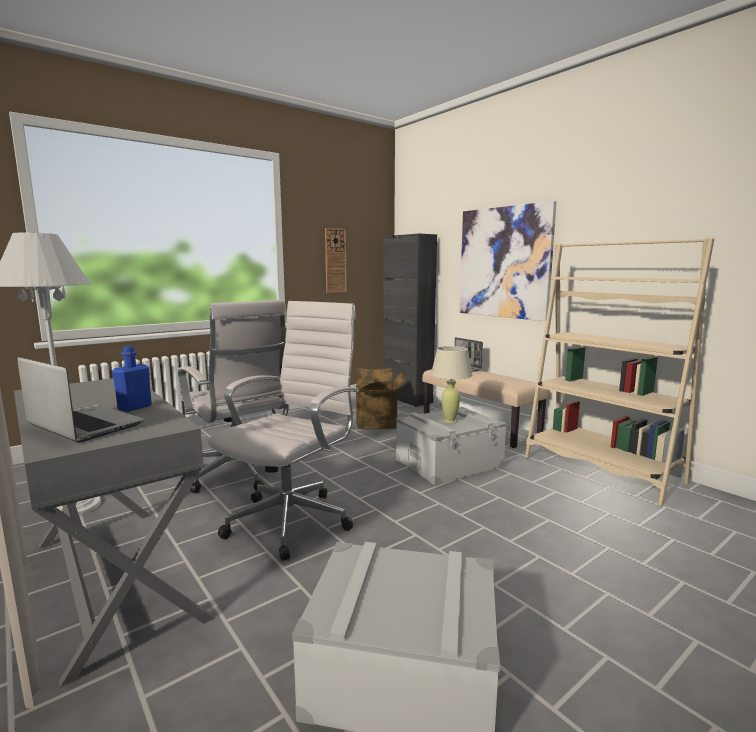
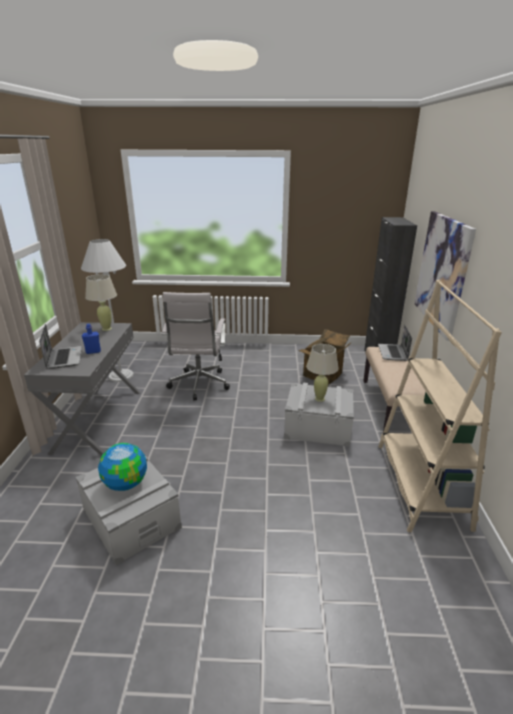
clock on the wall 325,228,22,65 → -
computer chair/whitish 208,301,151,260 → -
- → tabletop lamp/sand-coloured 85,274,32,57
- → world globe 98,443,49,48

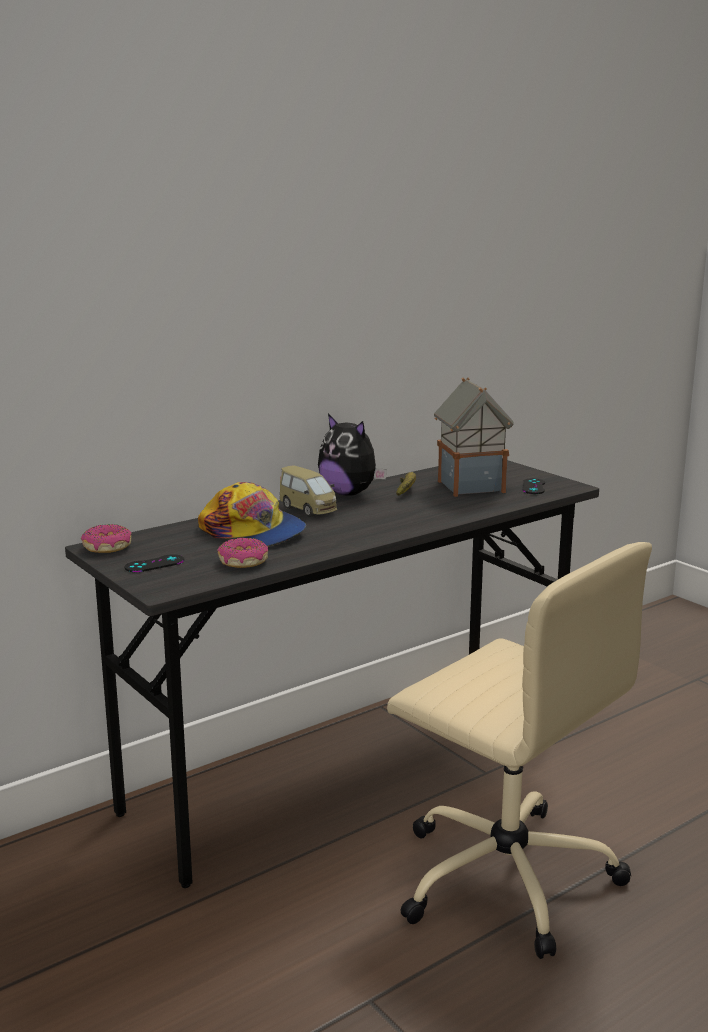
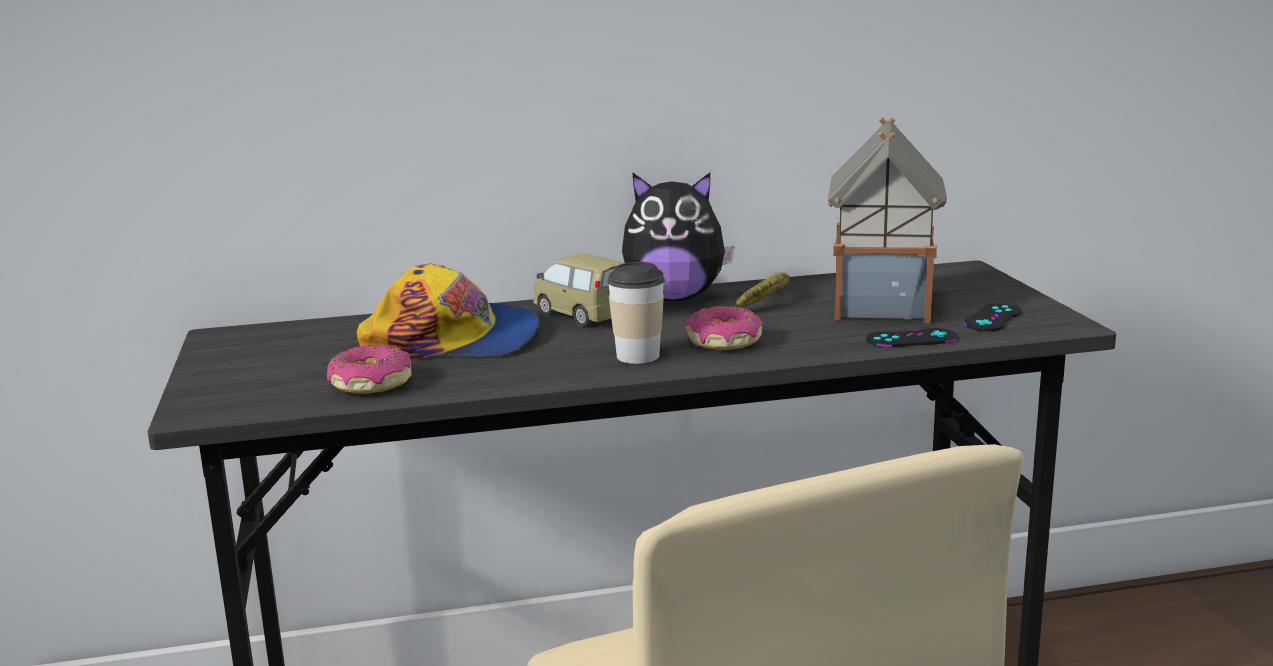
plush toy 318,414,69,82 → plush toy 622,172,113,129, 60 degrees counterclockwise
miniature car 280,466,57,51 → miniature car 533,254,90,73, 150 degrees clockwise
baseball cap 198,482,108,64 → baseball cap 357,264,182,96, 60 degrees counterclockwise
doughnut 81,524,50,29 → doughnut 685,306,78,44, moved
gamepad/black-coloured 125,554,59,18 → gamepad/black-coloured 866,328,92,19, moved
- → cup 607,262,58,102

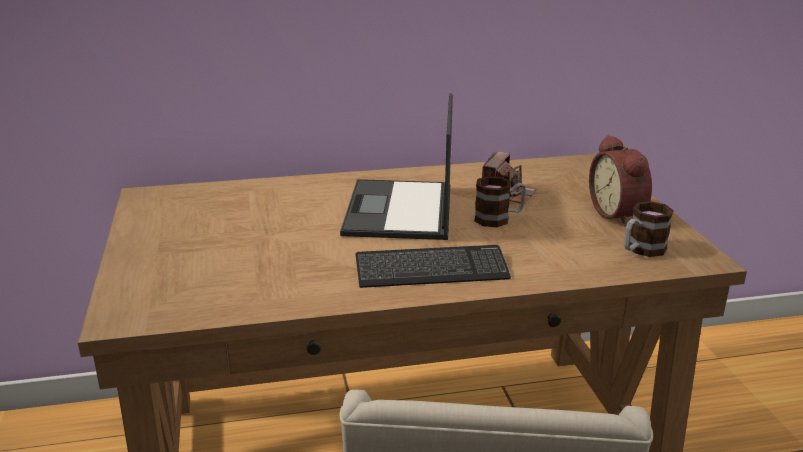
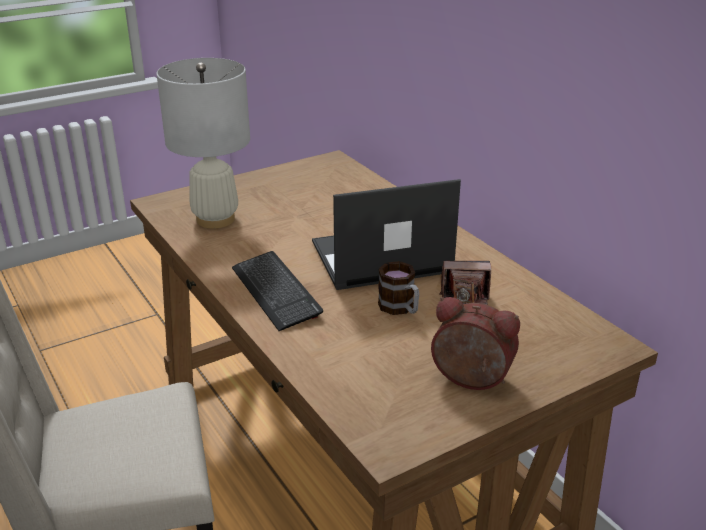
table clock 589,135,63,91 → table clock 431,297,89,93, 60 degrees clockwise
mug 624,201,50,56 → -
- → tabletop lamp/whitish 156,58,94,171

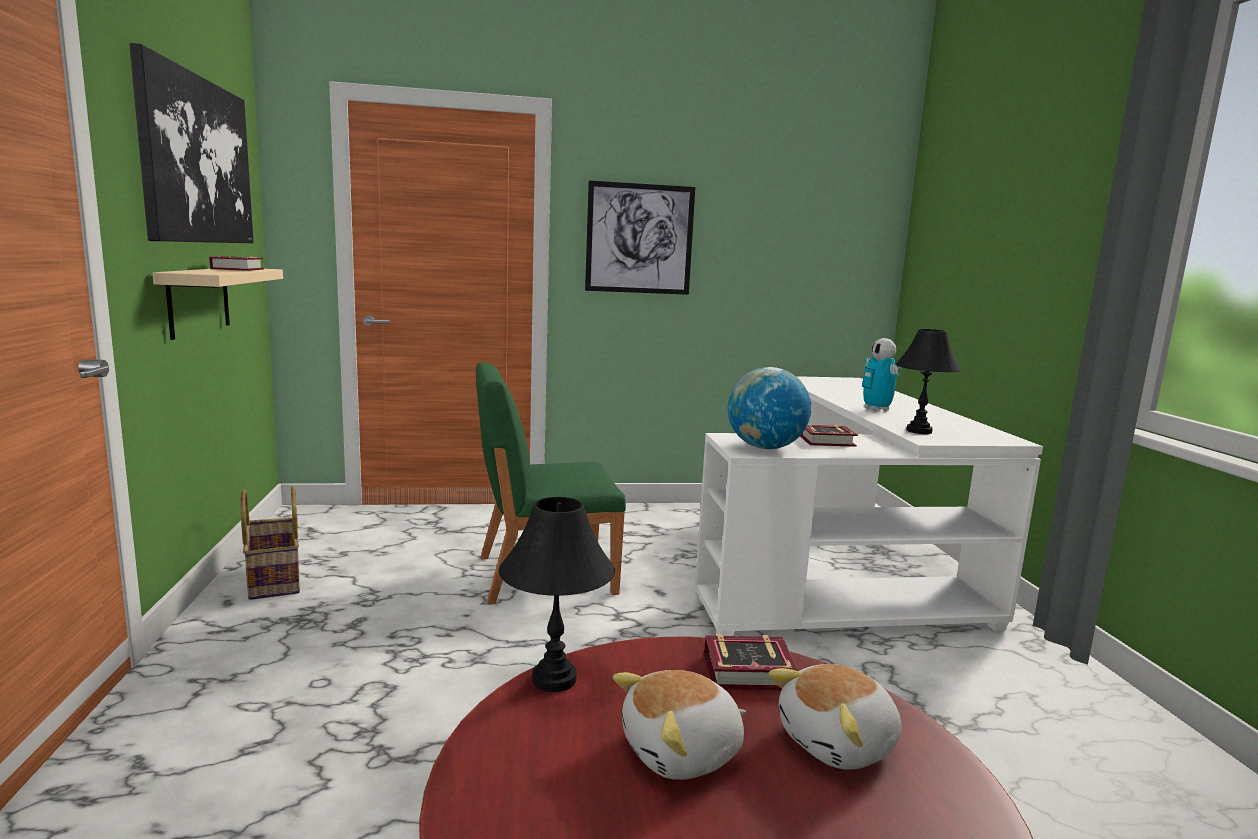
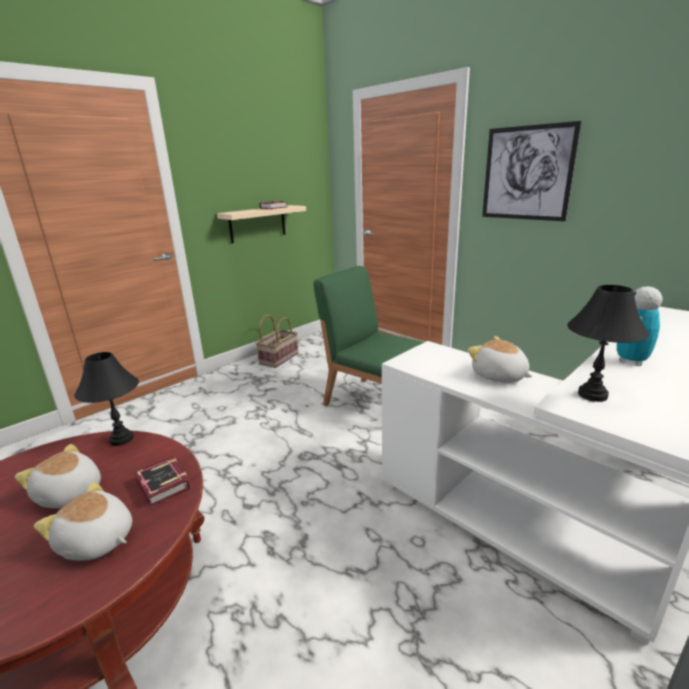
wall art 129,43,125,200 → -
world globe 727,367,84,82 → -
volume 800,424,58,23 → plush toy 467,336,65,47

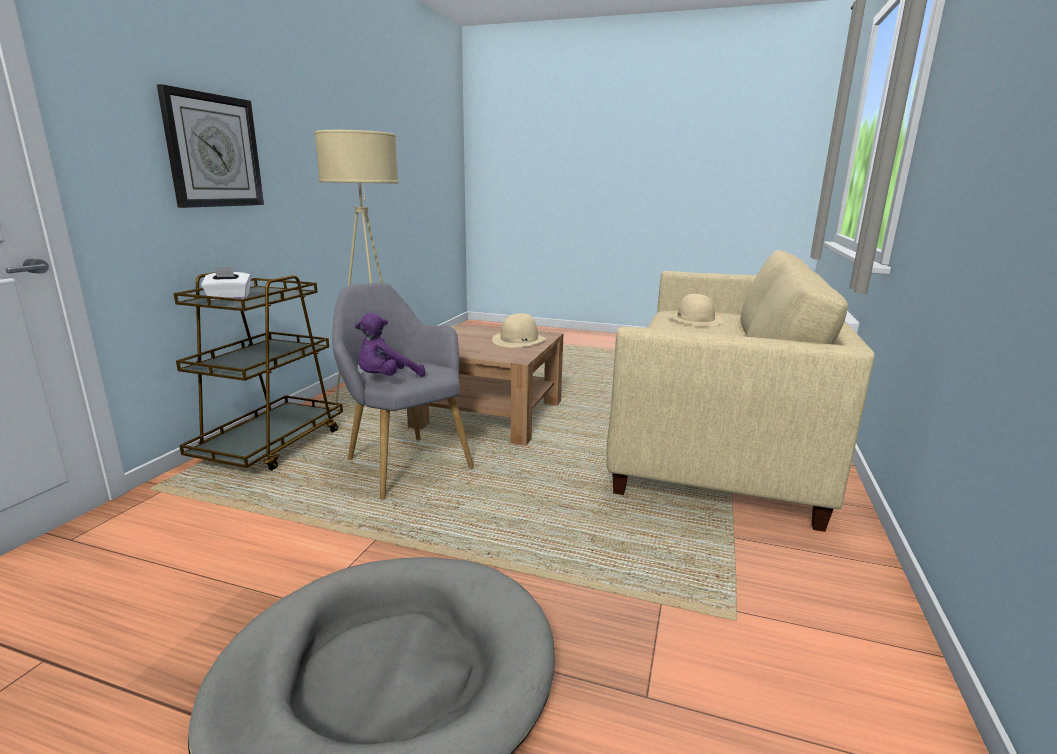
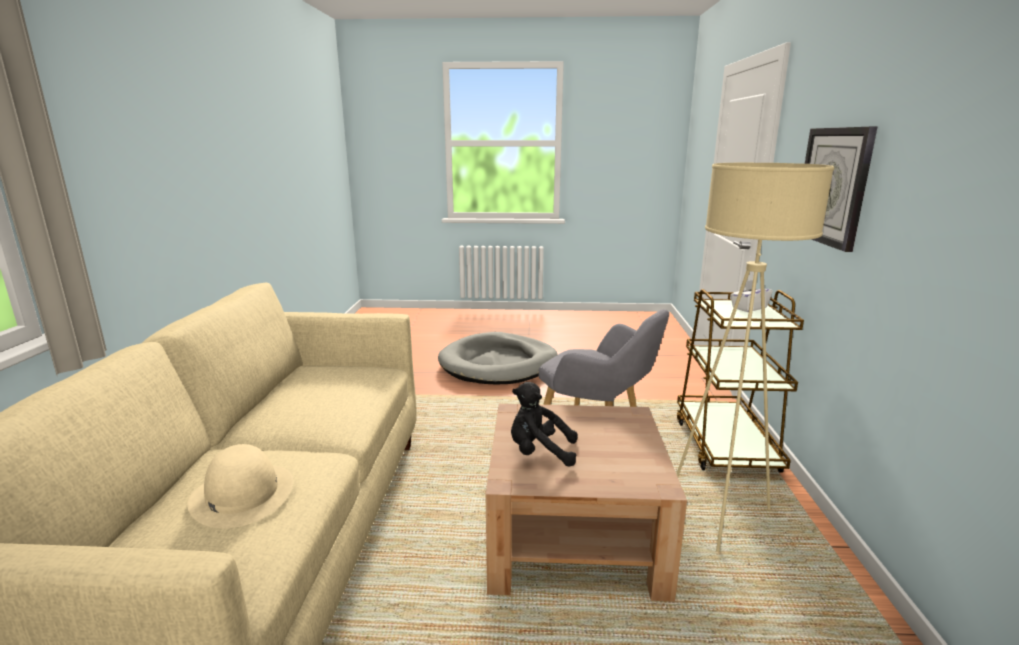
plush toy/purple 355,313,71,64 → -
hat/sand-coloured 492,313,54,35 → plush toy/black-coloured 511,382,66,85

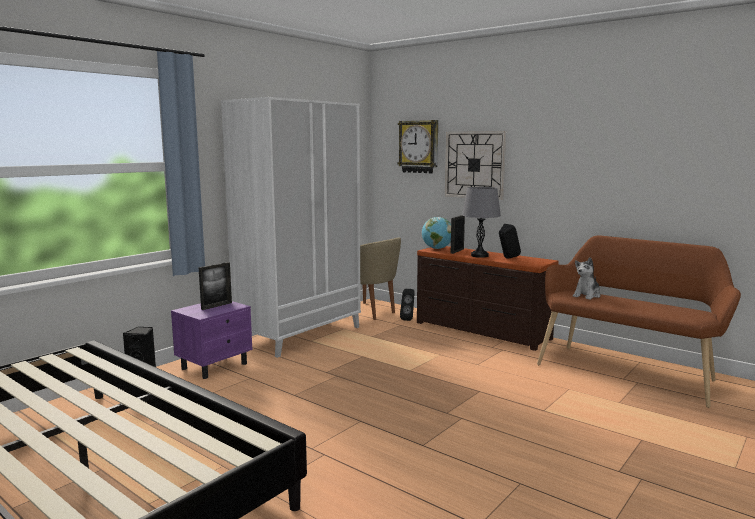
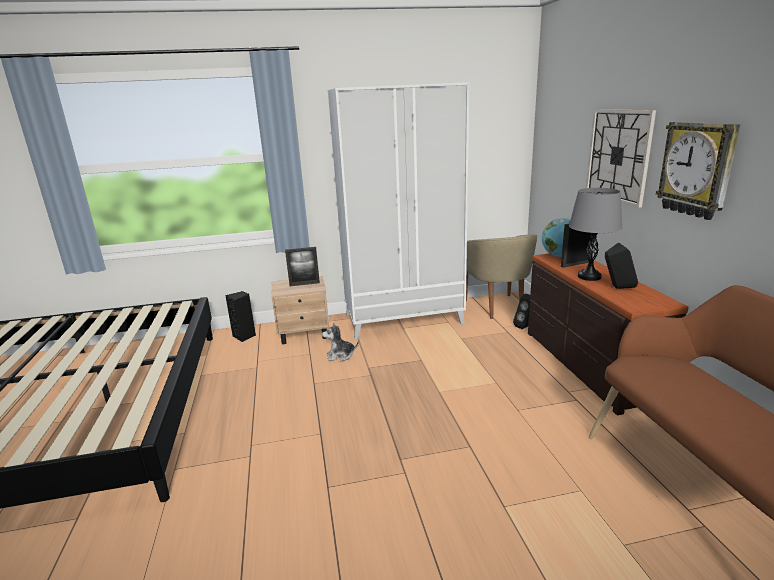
clock on the wall 398,120,40,53 → clock on the wall 656,122,84,98, moved
plush toy 573,257,28,43 → plush toy 322,322,37,39, moved
nightstand/purple 171,301,82,78 → nightstand/sand-coloured 271,276,59,68

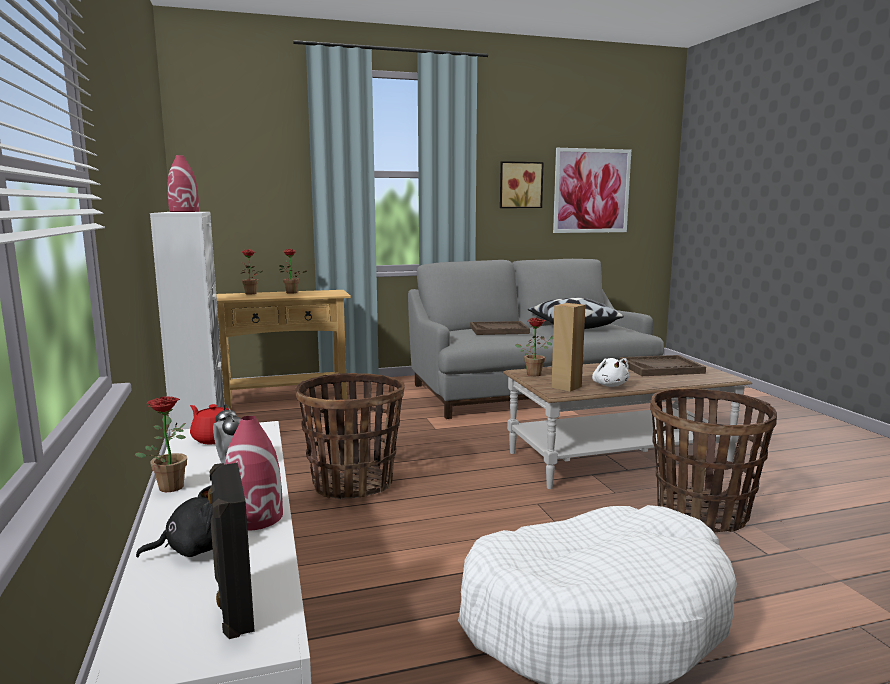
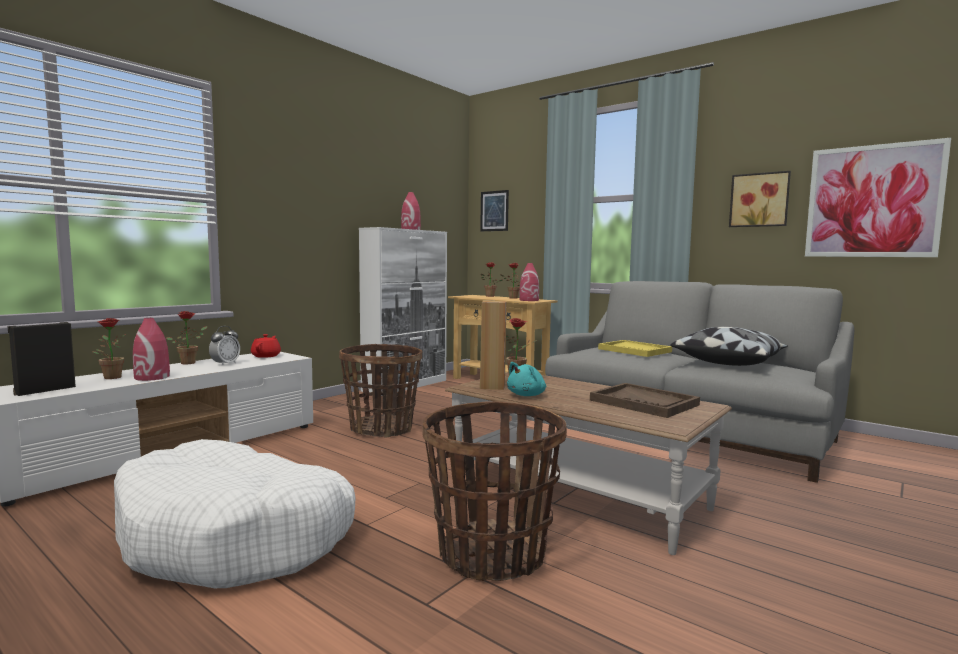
tray/brown 470,321,60,14 → tray/yellow 598,340,74,17
plush toy/whitish 592,358,37,29 → plush toy/turquoise 507,362,39,34
plush toy/black-coloured 136,485,77,72 → potted plant 92,318,33,61
- → wall art 480,190,29,41
- → vase/red 519,263,20,38

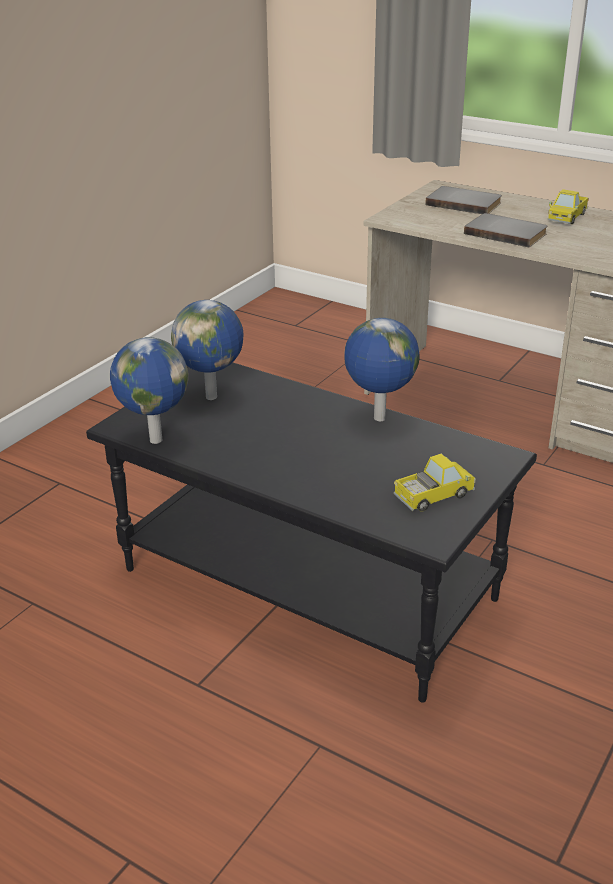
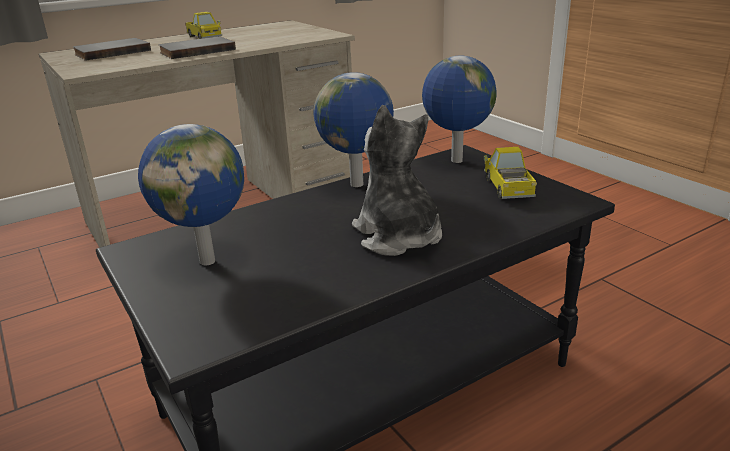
world globe 110,337,79,107 → world globe 422,55,75,108, moved
- → plush toy 352,105,90,151

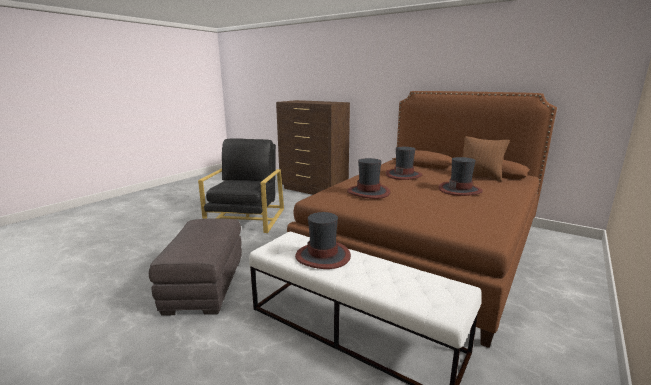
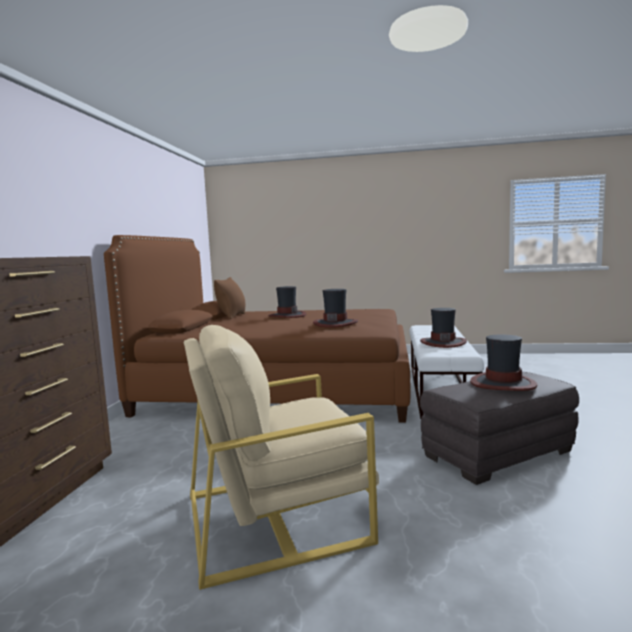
lounge chair/black-coloured 198,138,86,95 → lounge chair/sand-coloured 184,325,195,265
hat 386,147,36,33 → hat 470,335,68,56, moved

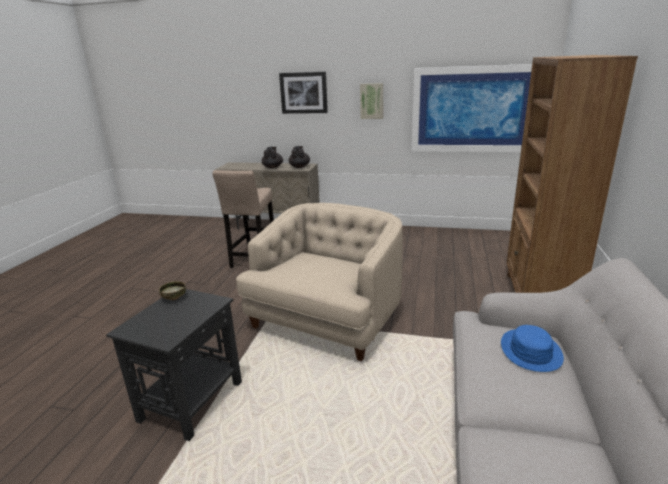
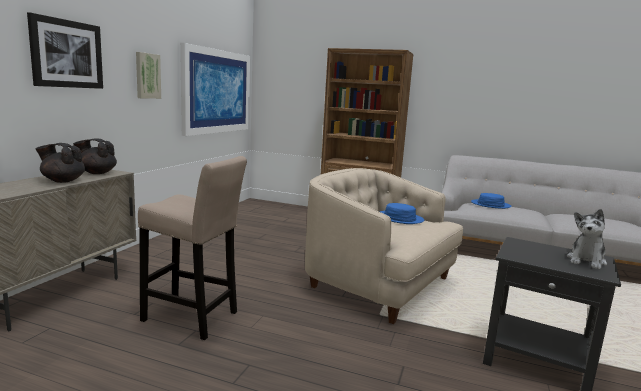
bowl 159,281,27,19 → -
- → hat/bluish 380,203,44,21
- → plush toy 567,209,40,60

